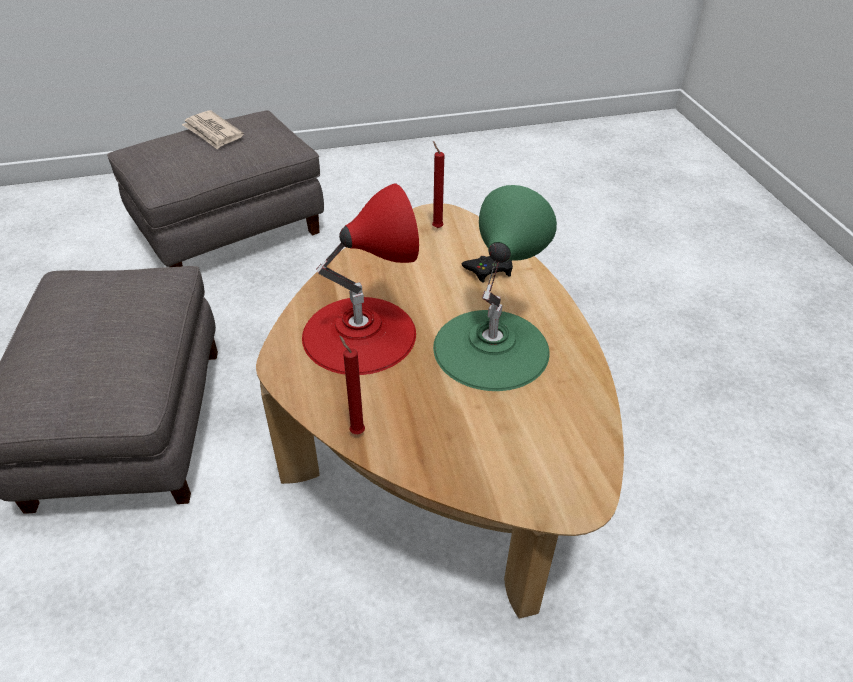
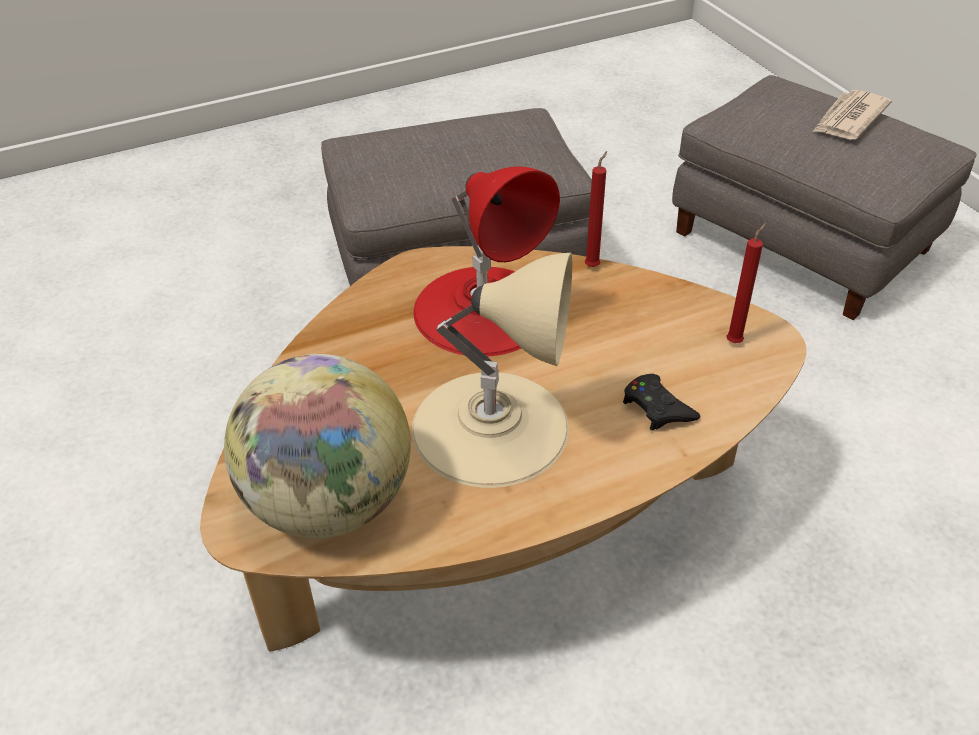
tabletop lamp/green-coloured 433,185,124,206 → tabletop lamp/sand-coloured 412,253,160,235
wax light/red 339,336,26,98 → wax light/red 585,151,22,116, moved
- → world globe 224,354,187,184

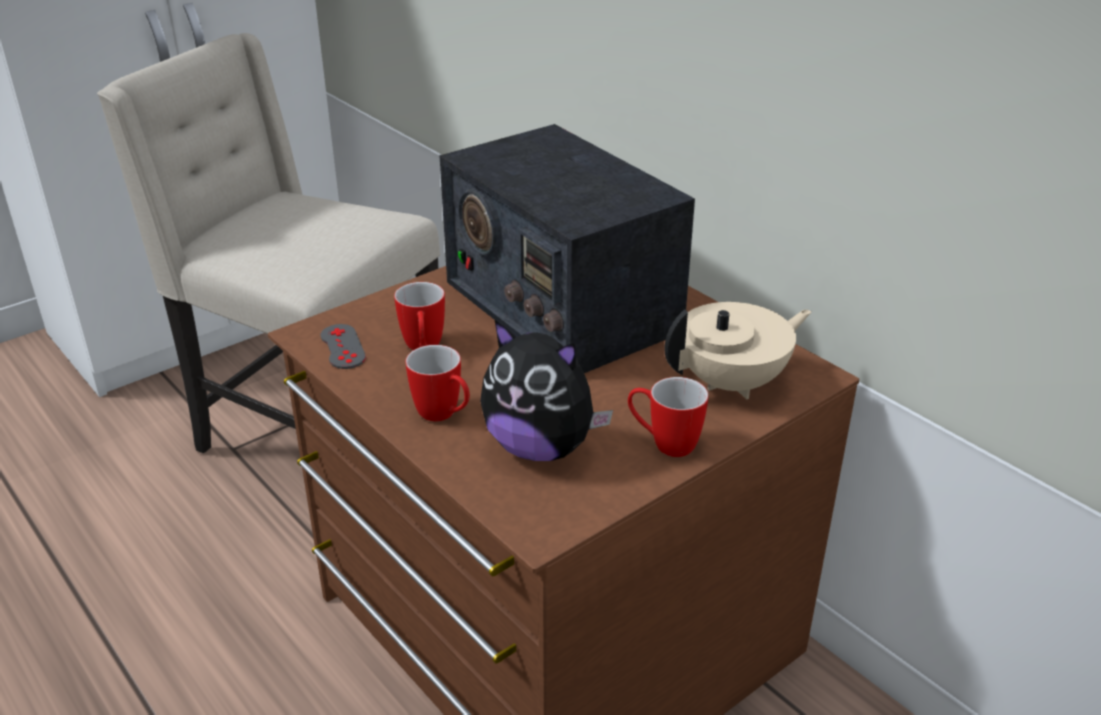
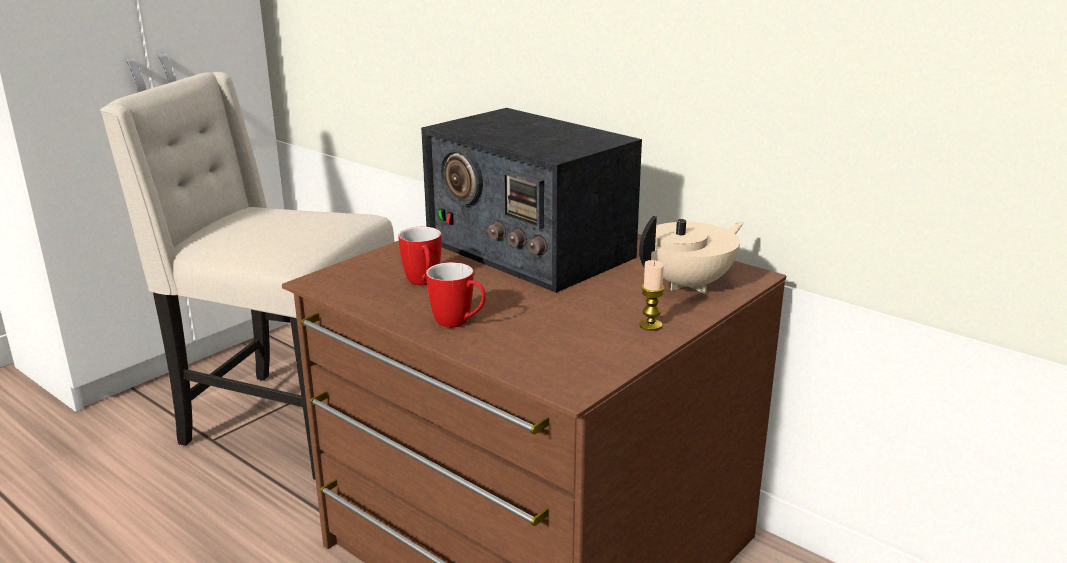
plush toy 480,320,133,141 → -
gamepad/gray 321,324,45,45 → -
mug 628,377,81,80 → wax light 639,260,26,71

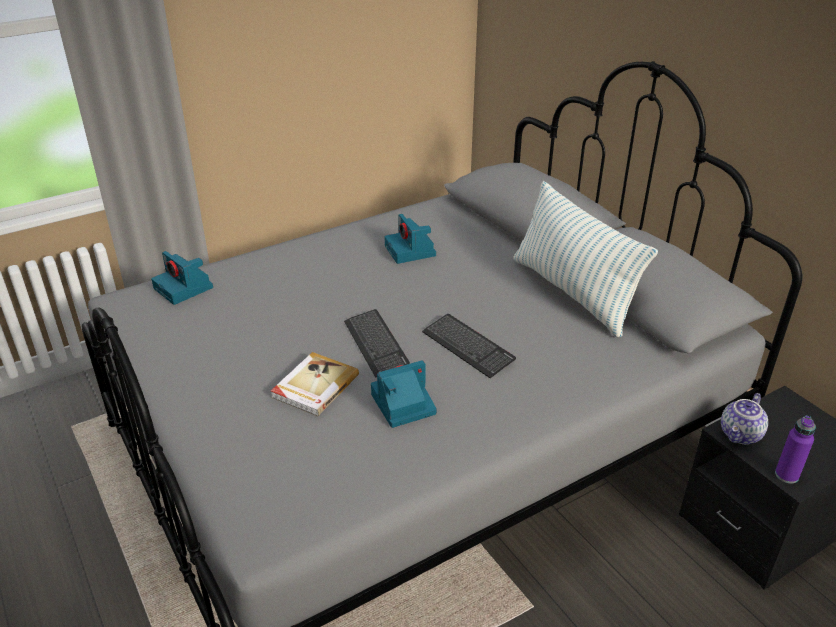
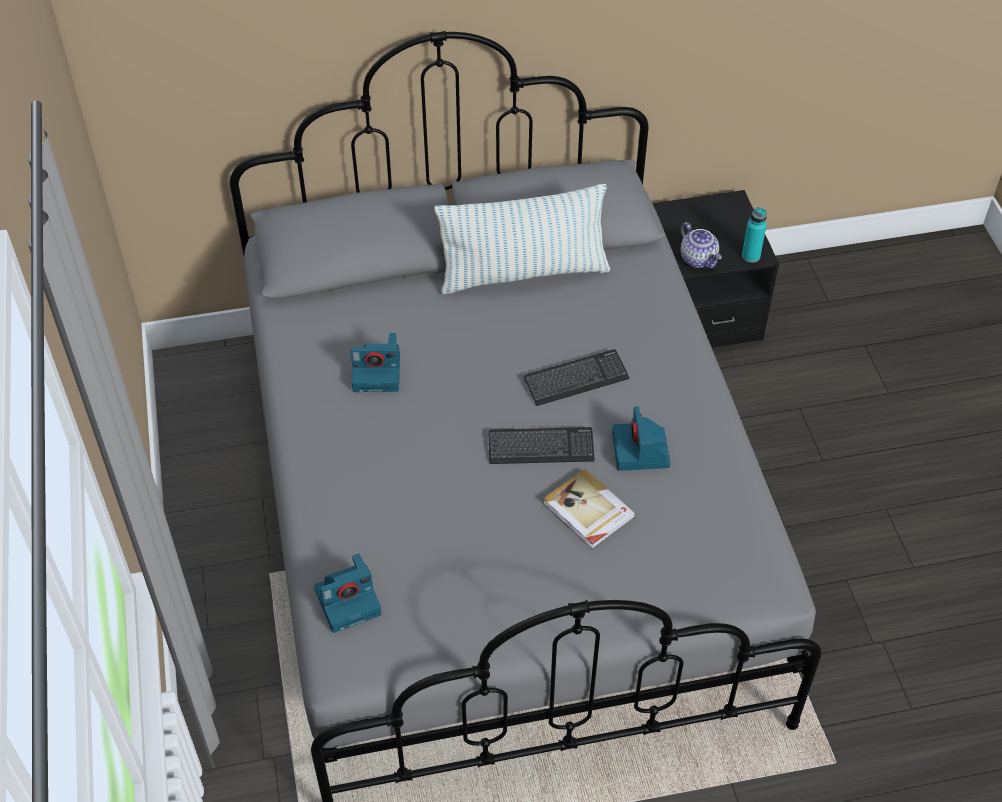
drink bottle/purple 775,416,41,68 → drink bottle/turquoise 742,207,25,56

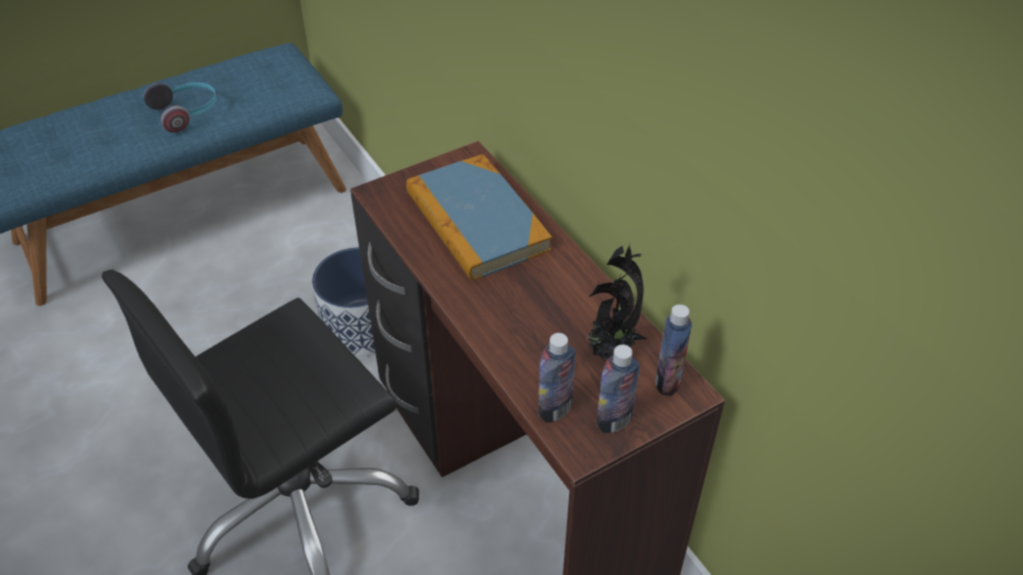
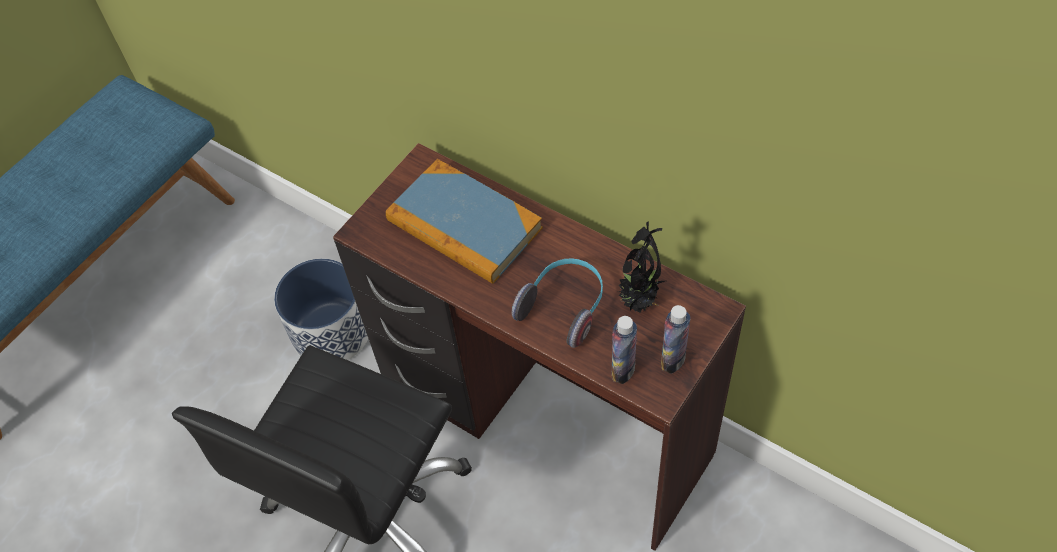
headset 143,82,74,51 → headset 511,258,92,90, moved
drink bottle 655,304,37,92 → -

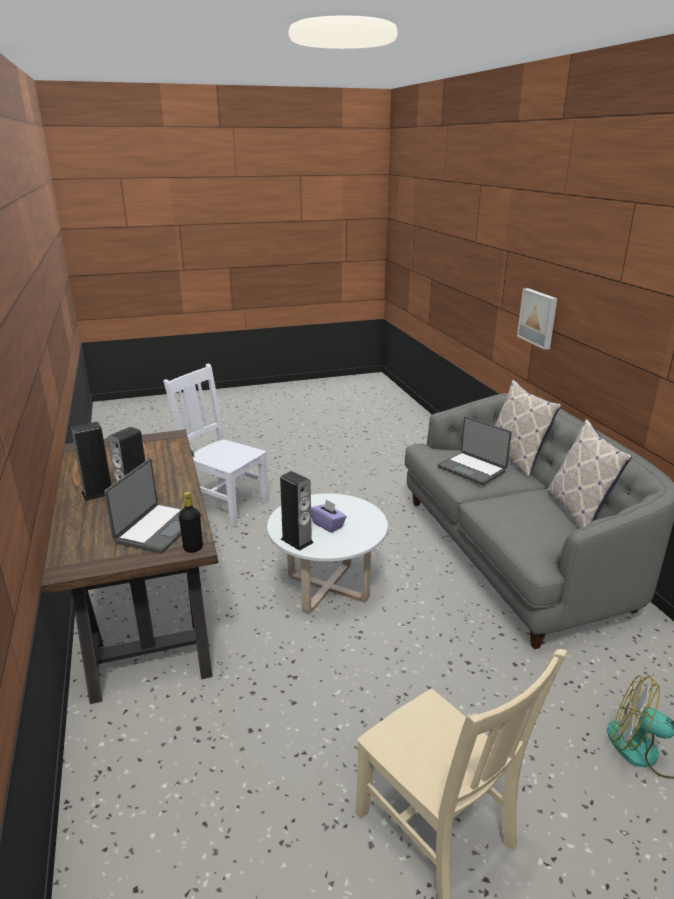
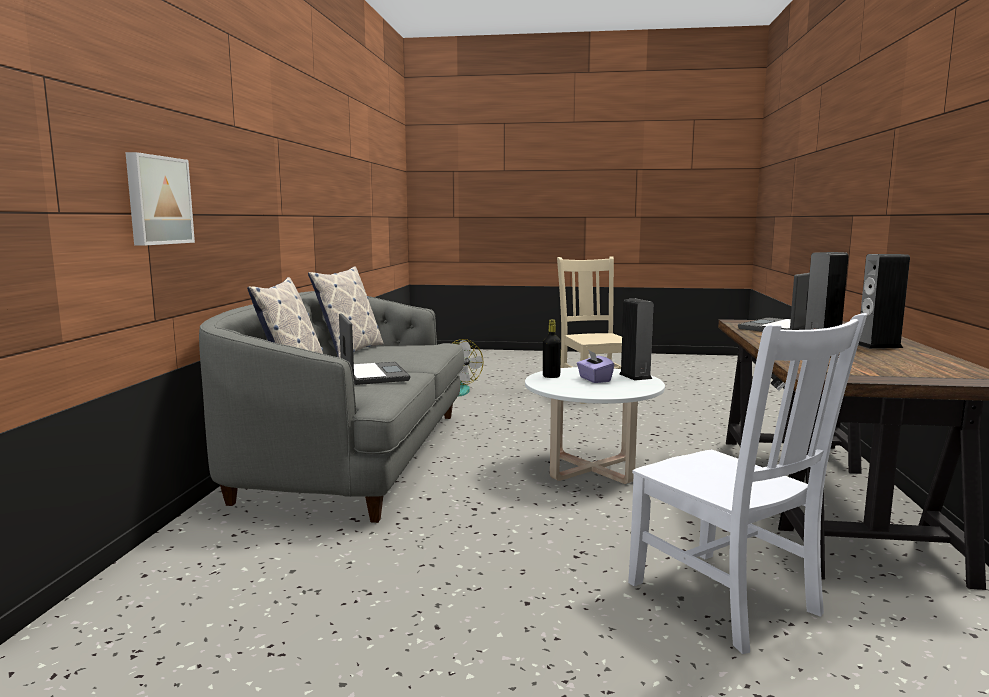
drink bottle/black-coloured 179,492,24,61 → drink bottle/black-coloured 543,320,18,58, moved

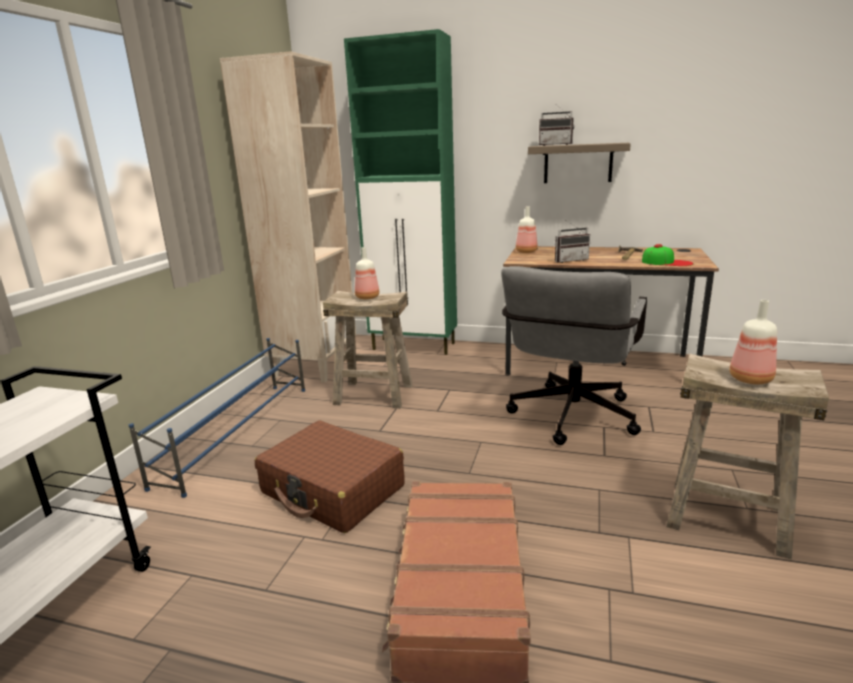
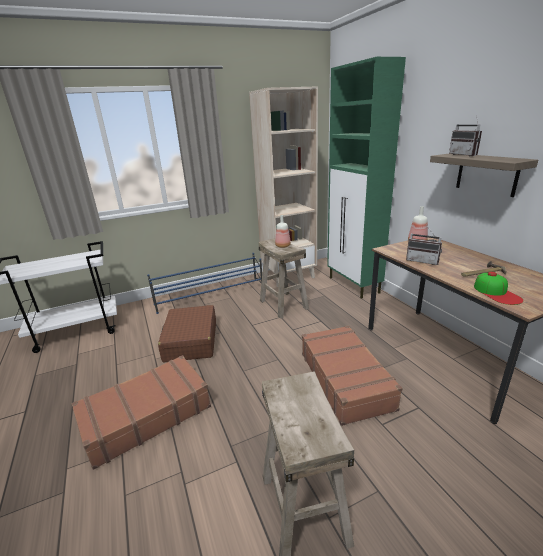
computer chair/gray 501,266,146,179 → travel case/brown 302,325,100,101
drink bottle 729,300,48,84 → -

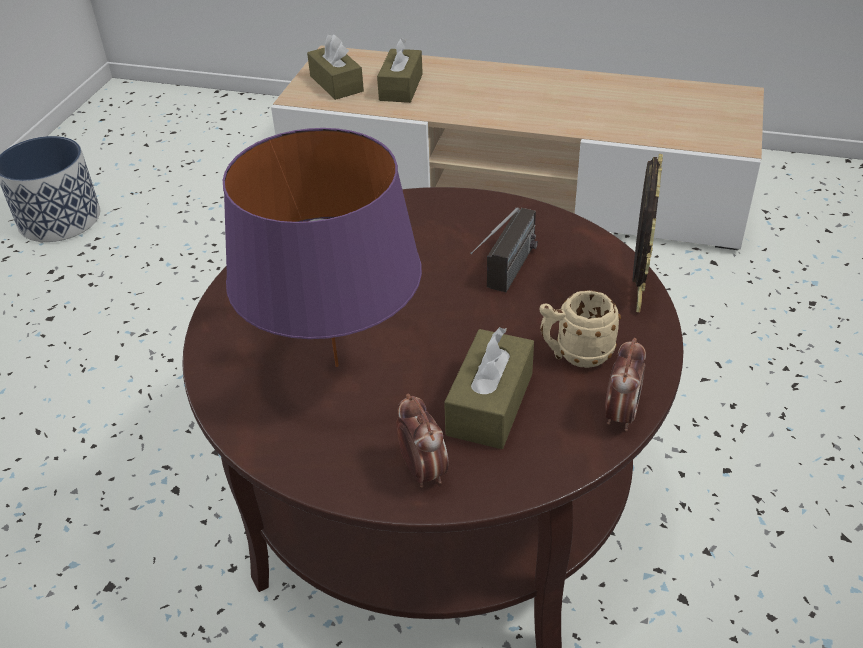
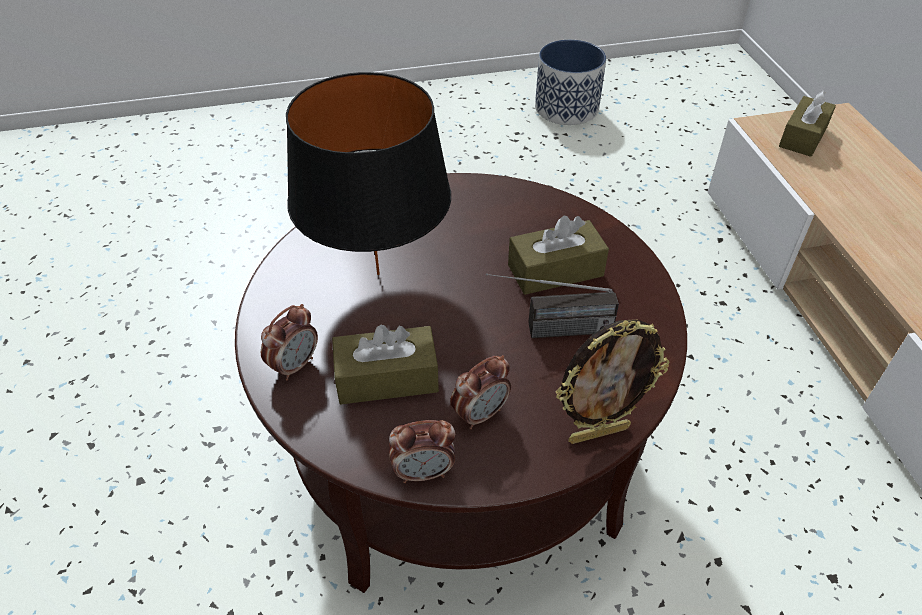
box of tissues/brown 377,38,46,65 → box of tissues/brown 508,216,101,79, moved
tabletop lamp/purple 223,128,199,239 → tabletop lamp/black-coloured 286,72,165,203
mug/sand-coloured 539,290,82,78 → table clock 450,355,61,74

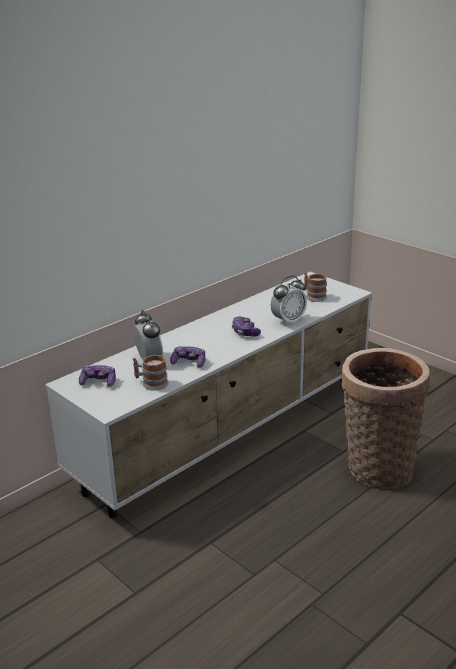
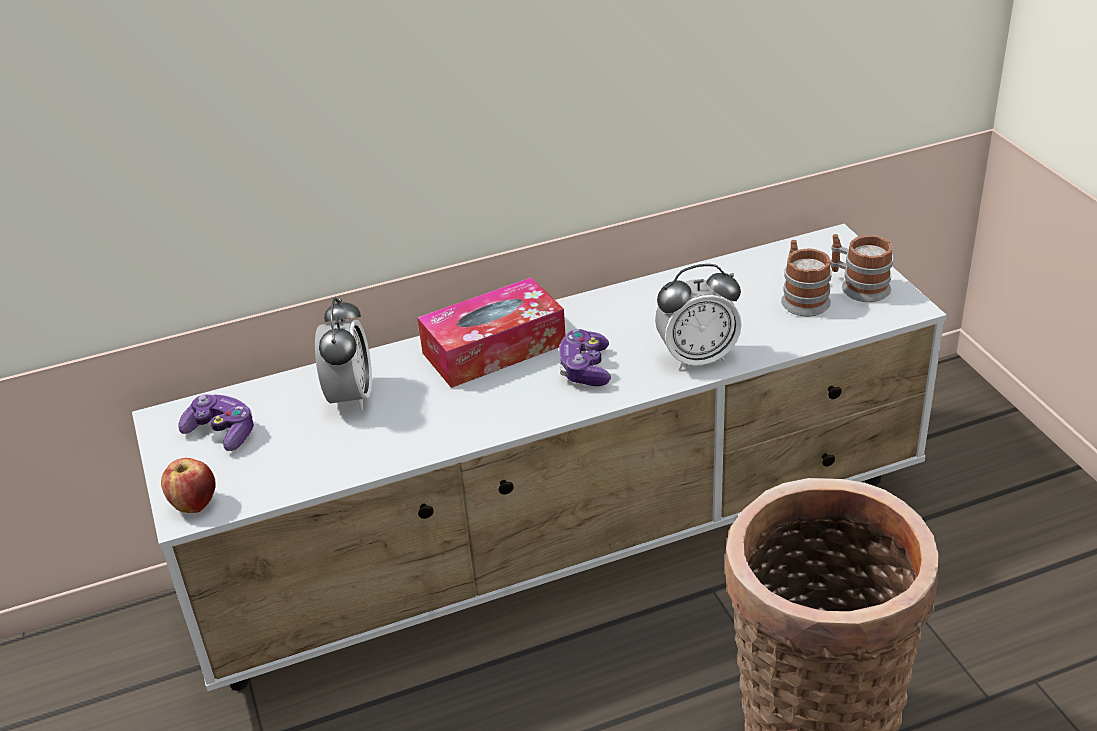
gamepad 170,346,35,22 → -
mug 133,355,36,36 → mug 830,234,63,68, moved
- → box of tissues 417,277,149,111
- → apple fruit 161,458,55,55

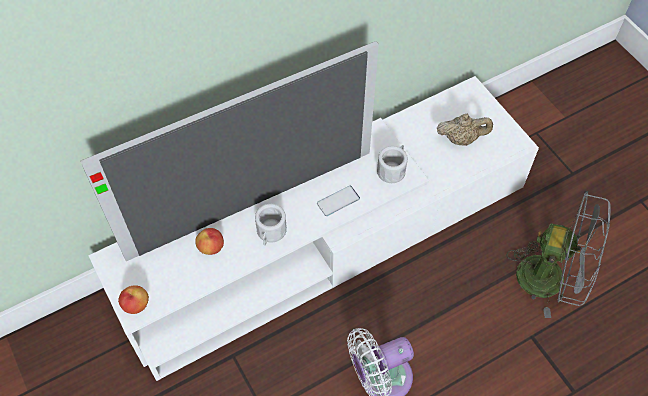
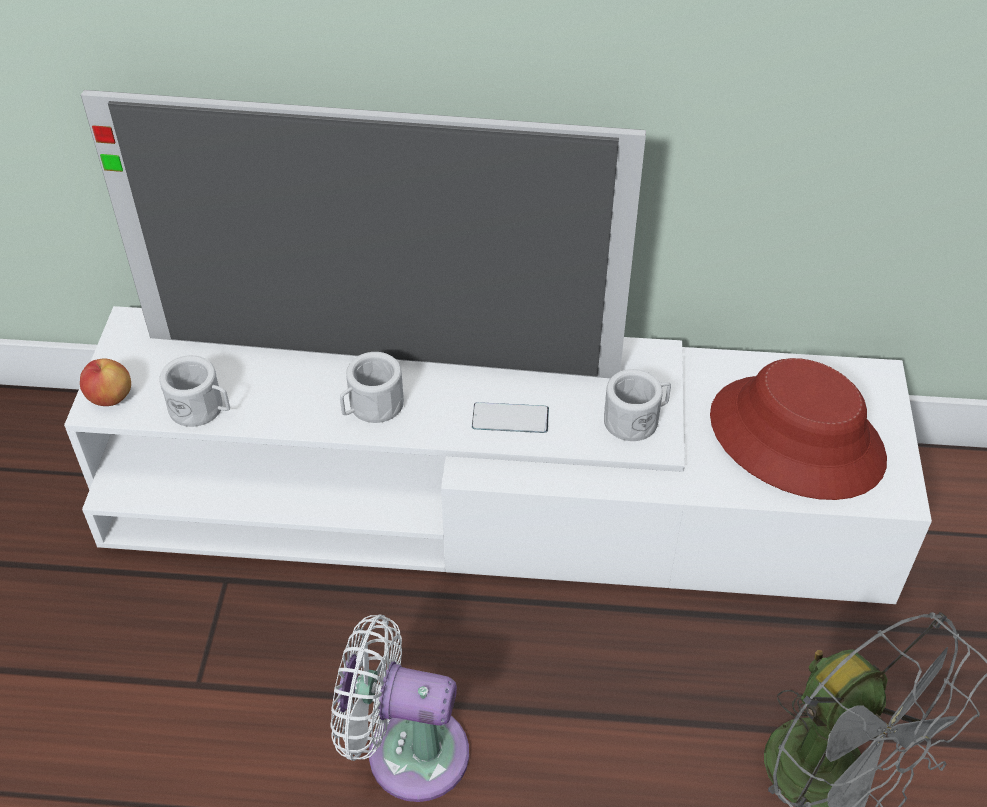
tea pot/sand-coloured 437,114,56,32 → hat/red 710,358,177,142
apple fruit 195,228,29,27 → -
- → mug/whitish 159,355,71,72

